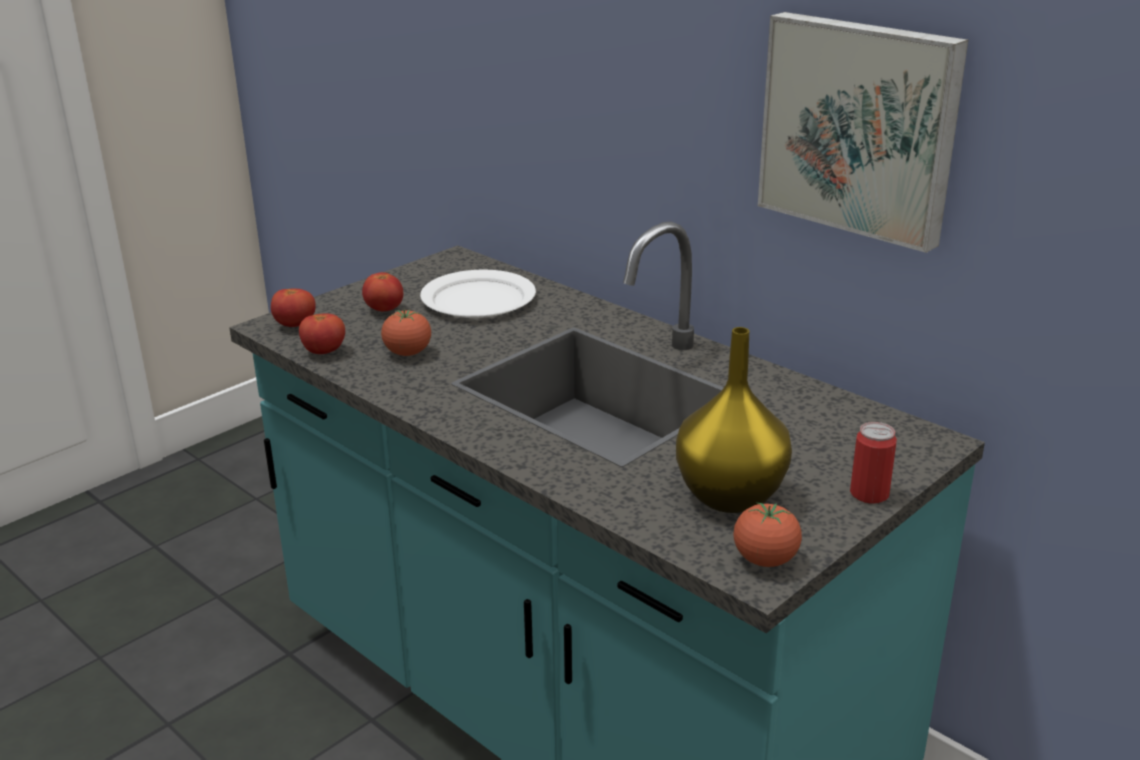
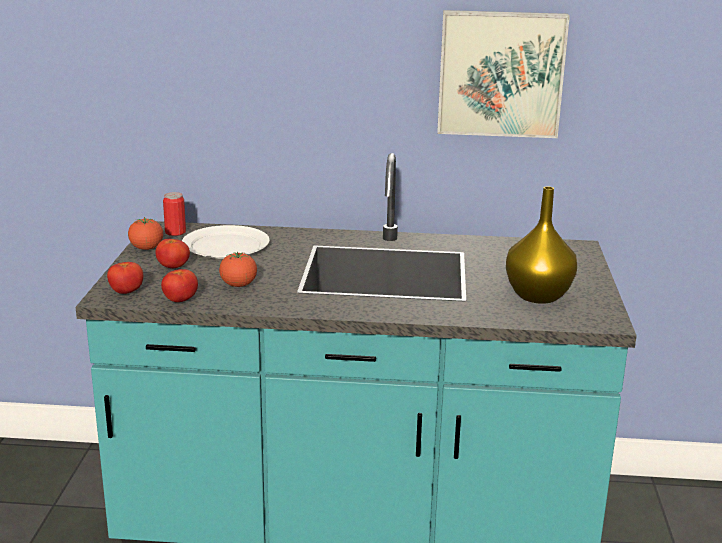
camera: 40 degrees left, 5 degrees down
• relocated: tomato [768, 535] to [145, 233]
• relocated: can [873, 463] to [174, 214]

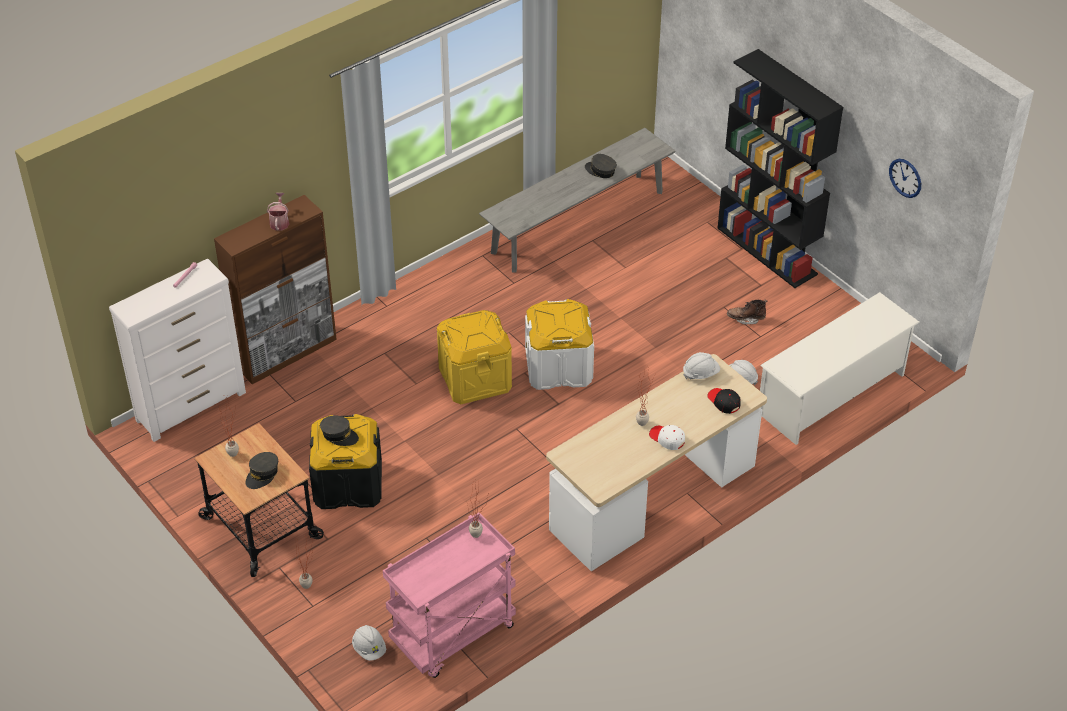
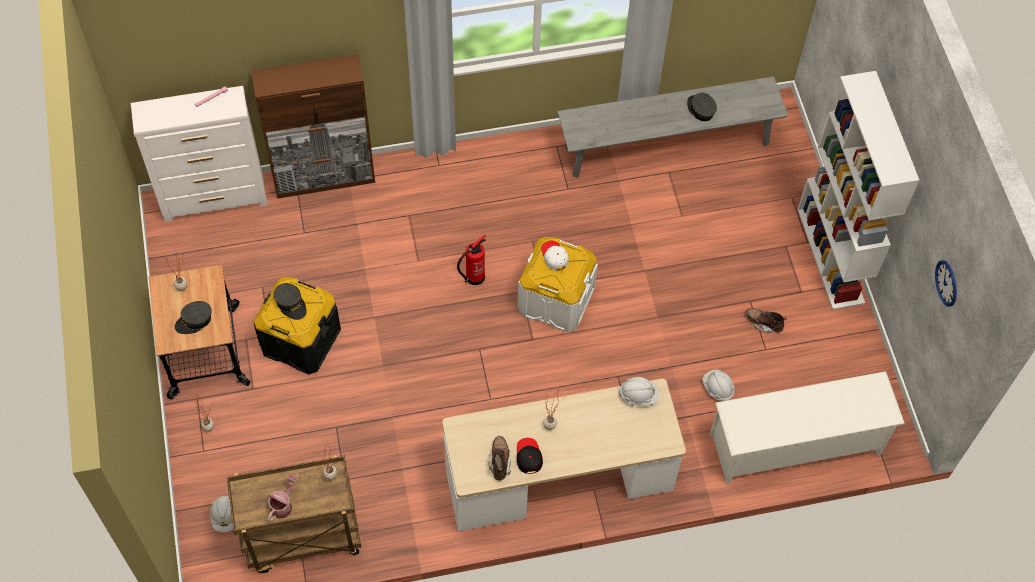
camera: 25 degrees right, 15 degrees up
• colour: pink cart [449, 595] to brown cart [294, 514]
• relocated: watering can [278, 212] to [282, 499]
• exchanged: yellow storage box [474, 357] to fire extinguisher [471, 260]
• appeared: brown boot [499, 458]
• relocated: black cap [724, 401] to [530, 456]
• relocated: white cap [667, 437] to [555, 256]
• colour: black bookcase [780, 168] to white bookcase [858, 190]

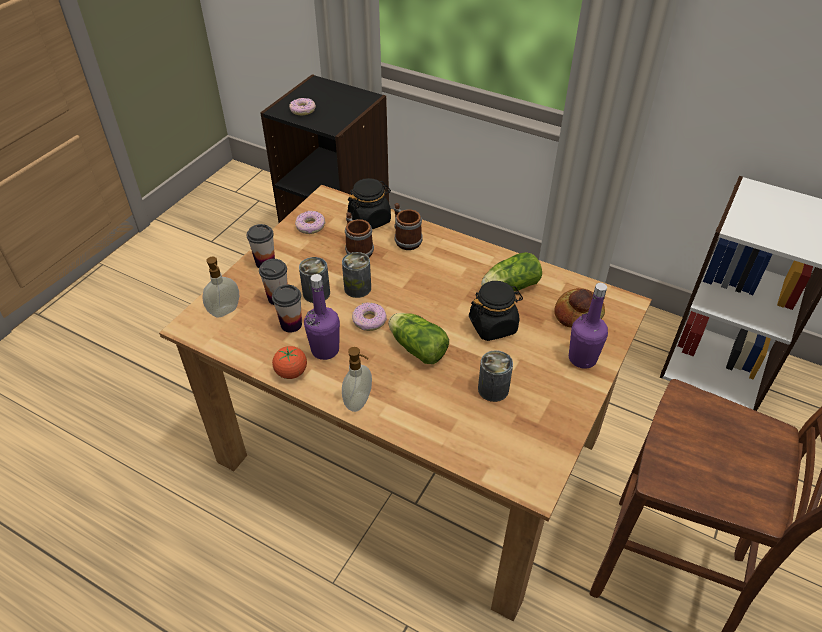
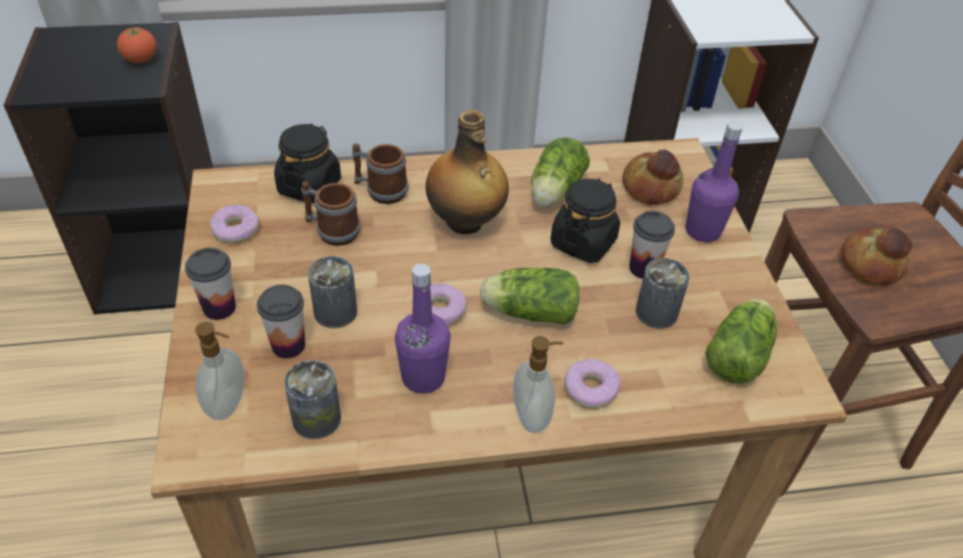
camera: 40 degrees left, 0 degrees up
• relocated: tomato [289, 362] to [137, 44]
• relocated: can [356, 275] to [312, 399]
• appeared: bottle [467, 172]
• relocated: donut [302, 106] to [592, 383]
• relocated: cup [287, 309] to [652, 245]
• appeared: lettuce [741, 341]
• appeared: bread [876, 256]

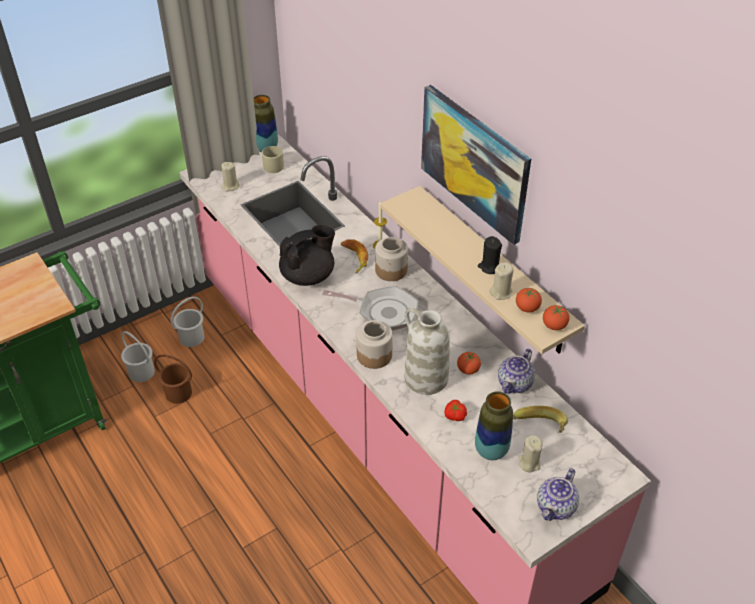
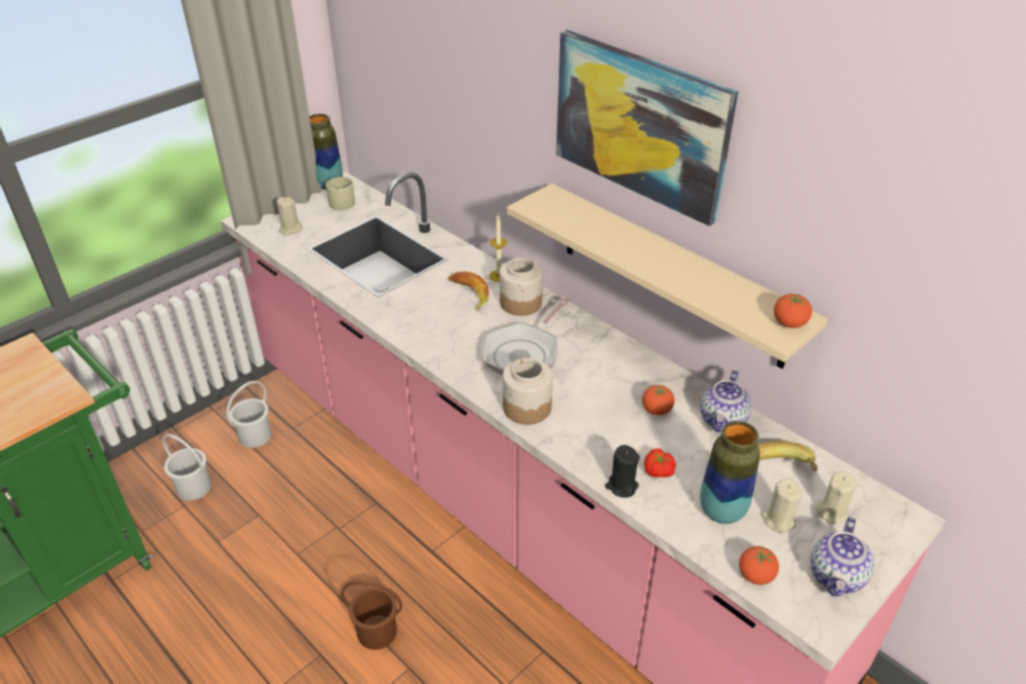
camera: 10 degrees left, 5 degrees down
• relocated: brown bucket [173, 379] to [371, 615]
• spun: frying pan [370, 308] = [526, 336] 120 degrees clockwise
• relocated: black candle [490, 255] to [622, 471]
• relocated: tomato [529, 300] to [759, 565]
• relocated: beige candle [501, 281] to [836, 497]
• missing: black teapot [307, 255]
• missing: white vase [427, 351]

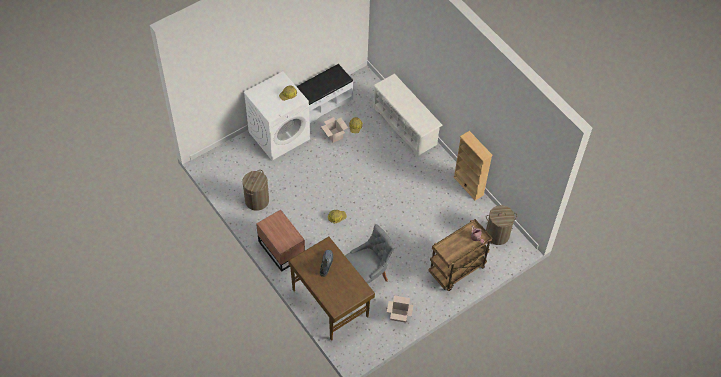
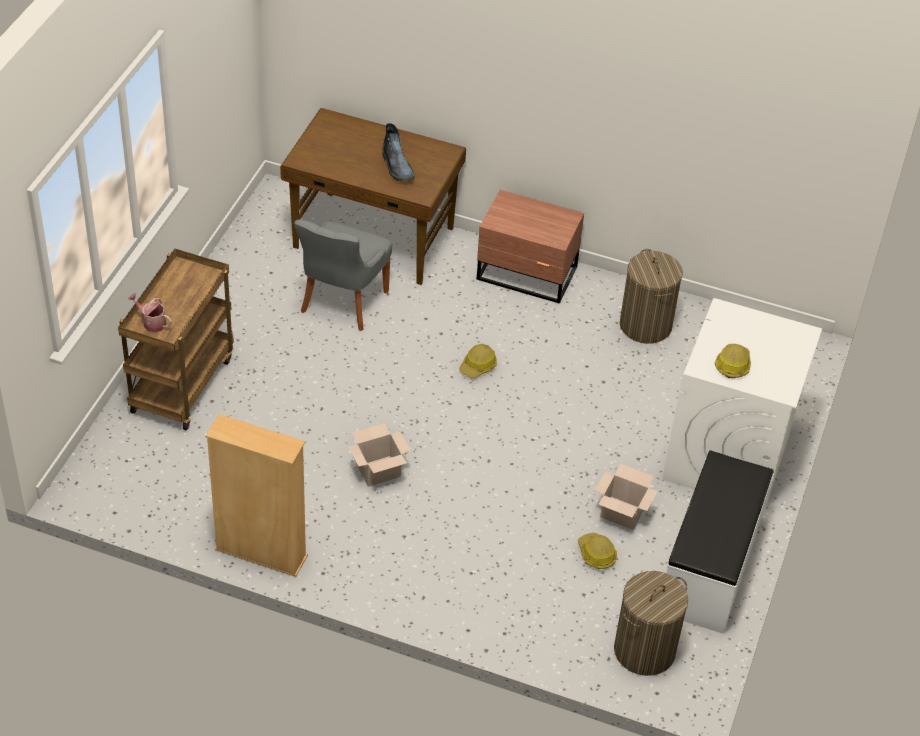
camera: 145 degrees right, 10 degrees down
• relocated: cardboard box [400, 309] to [379, 455]
• relocated: laundry basket [501, 225] to [651, 623]
• missing: white shoe rack [407, 115]

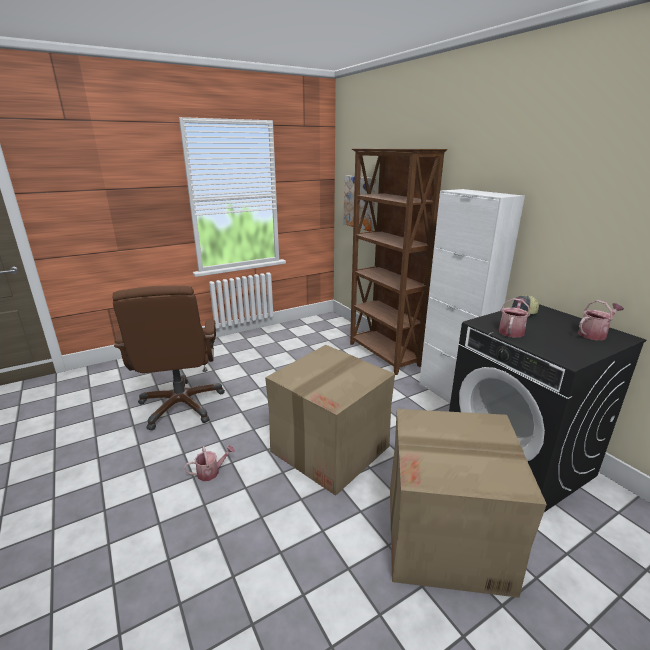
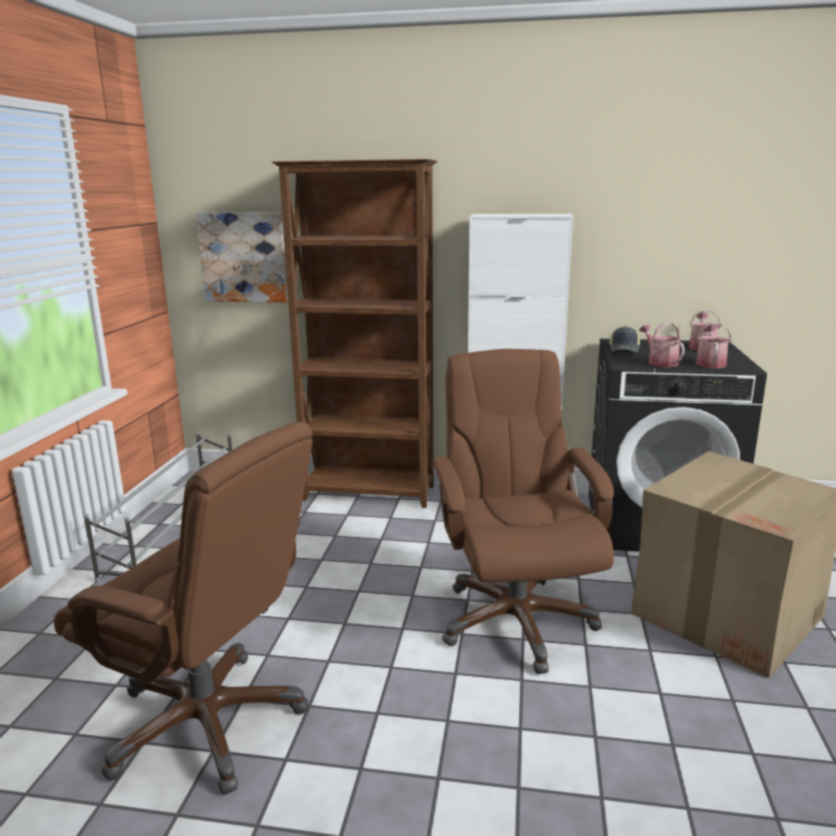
camera: 50 degrees left, 5 degrees down
• appeared: grey shoe rack [158, 507]
• exchanged: cardboard box [330, 420] to brown office chair [523, 511]
• relocated: watering can [209, 463] to [713, 345]

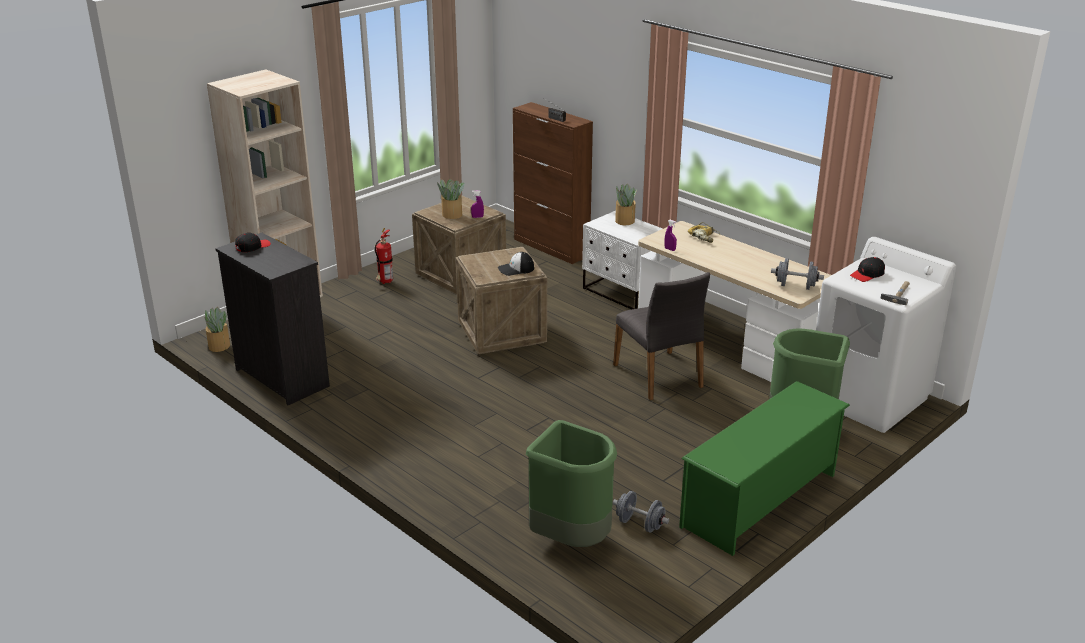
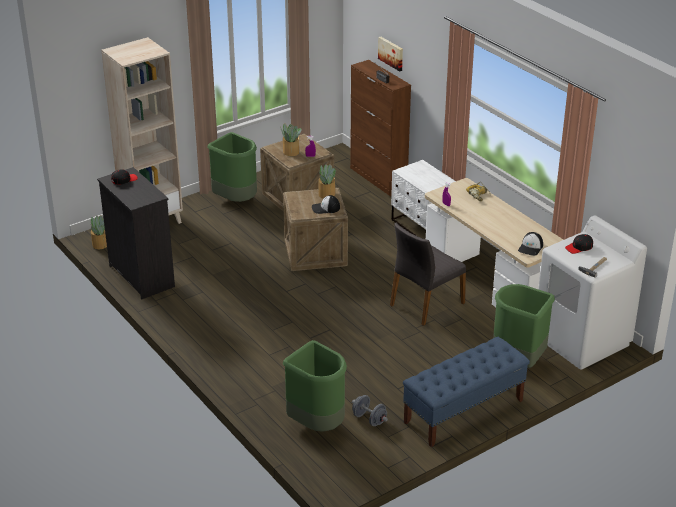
camera: 10 degrees right, 5 degrees up
• exchanged: fire extinguisher [384, 256] to green trash can [232, 167]
• relocated: potted plant [626, 204] to [327, 181]
• appeared: picture [390, 54]
• spun: grey chair [661, 336] = [428, 274] 60 degrees clockwise
• exchanged: green shoe rack [764, 468] to blue bench [466, 392]
• exchanged: grey dumbbell [797, 274] to cap [530, 244]

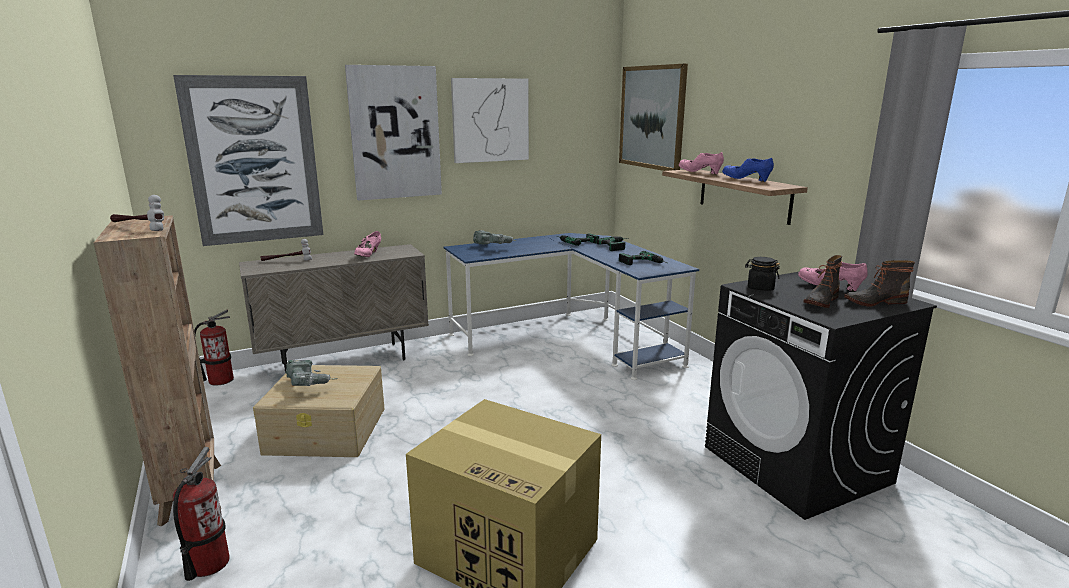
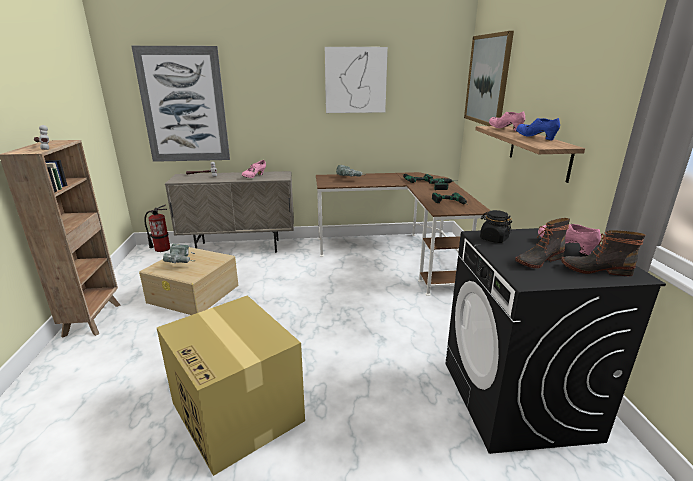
camera: 20 degrees right, 5 degrees up
• colour: blue desk [571, 306] to brown desk [403, 234]
• missing: fire extinguisher [201, 514]
• missing: picture [393, 133]

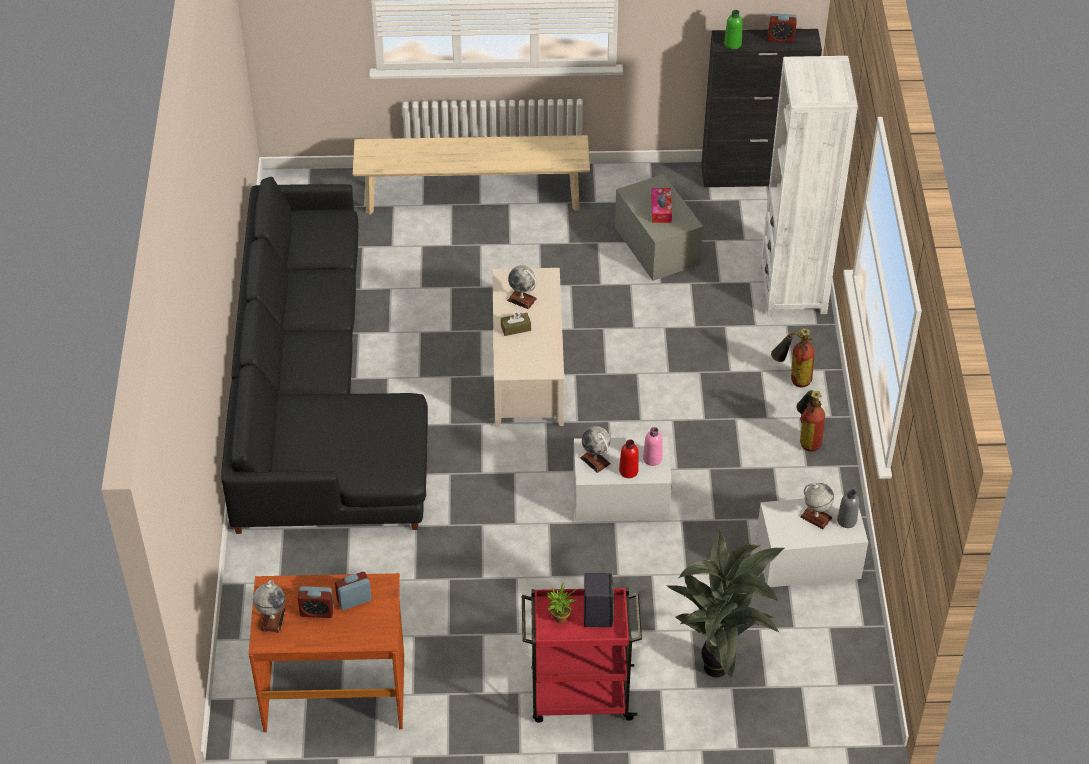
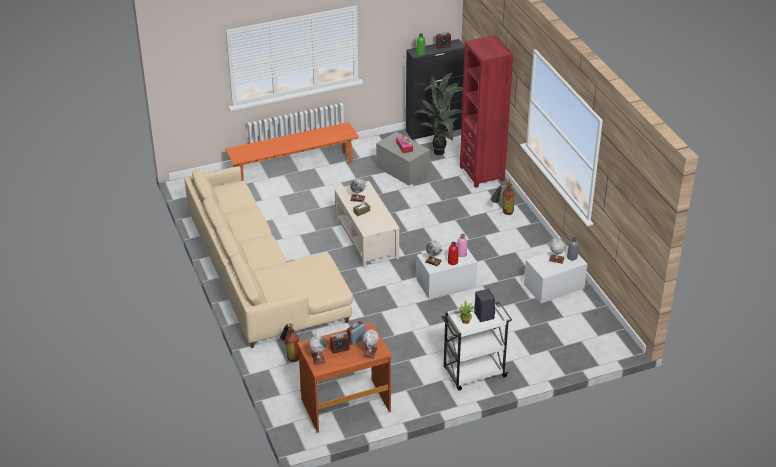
camera: 20 degrees left, 10 degrees down
• colour: black sofa [324, 355] to beige sofa [268, 257]
• colour: beige bench [471, 175] to orange bench [292, 151]
• relocated: fire extinguisher [810, 421] to [289, 342]
• appeared: globe [370, 344]
• relocated: potted plant [725, 604] to [438, 113]
• colour: red cart [582, 655] to white cart [477, 345]
• colour: white bookcase [809, 185] to red bookcase [486, 111]

